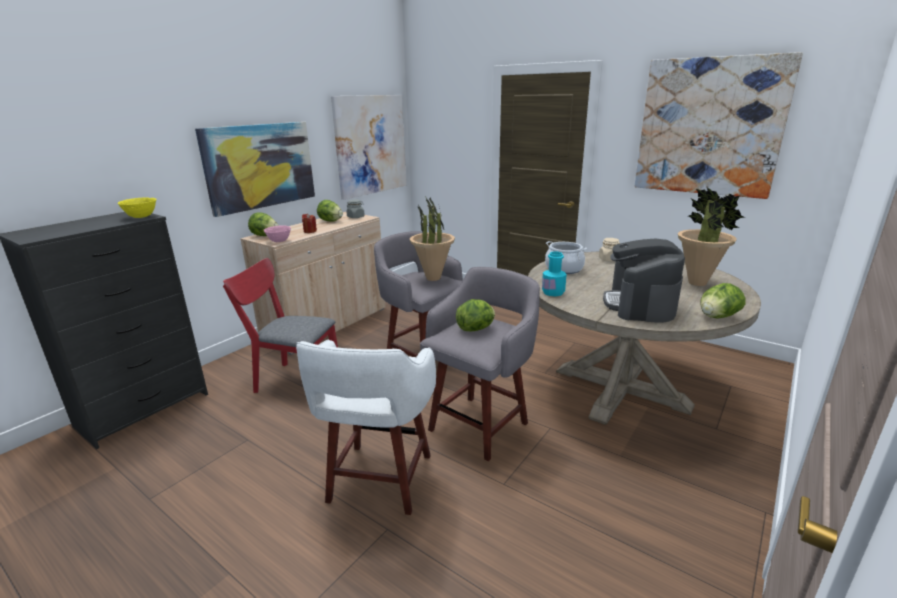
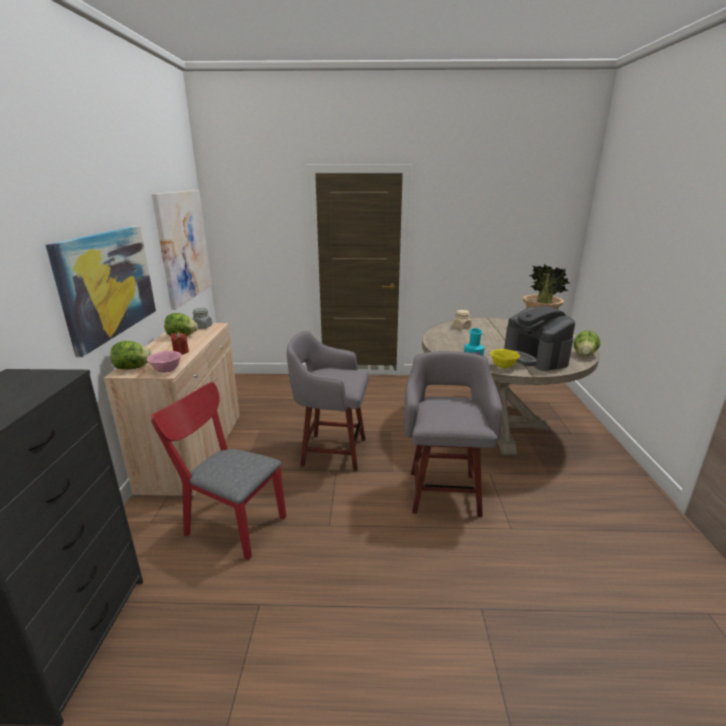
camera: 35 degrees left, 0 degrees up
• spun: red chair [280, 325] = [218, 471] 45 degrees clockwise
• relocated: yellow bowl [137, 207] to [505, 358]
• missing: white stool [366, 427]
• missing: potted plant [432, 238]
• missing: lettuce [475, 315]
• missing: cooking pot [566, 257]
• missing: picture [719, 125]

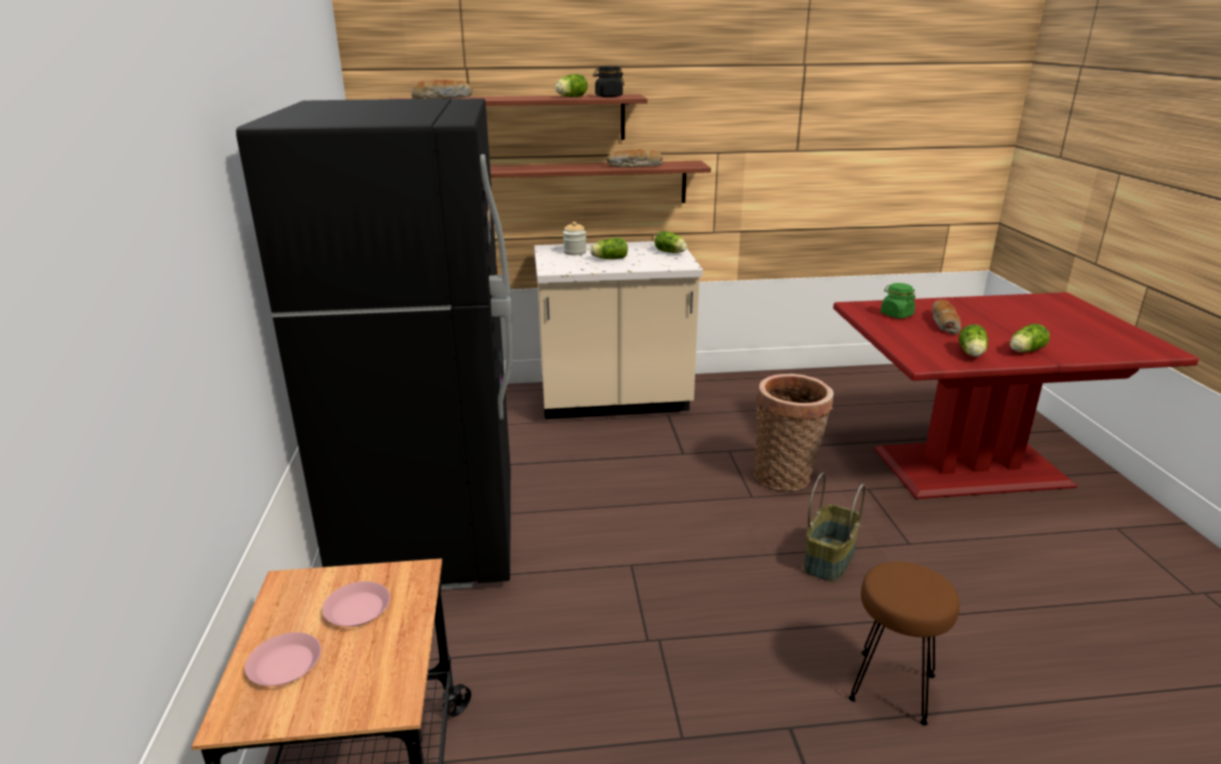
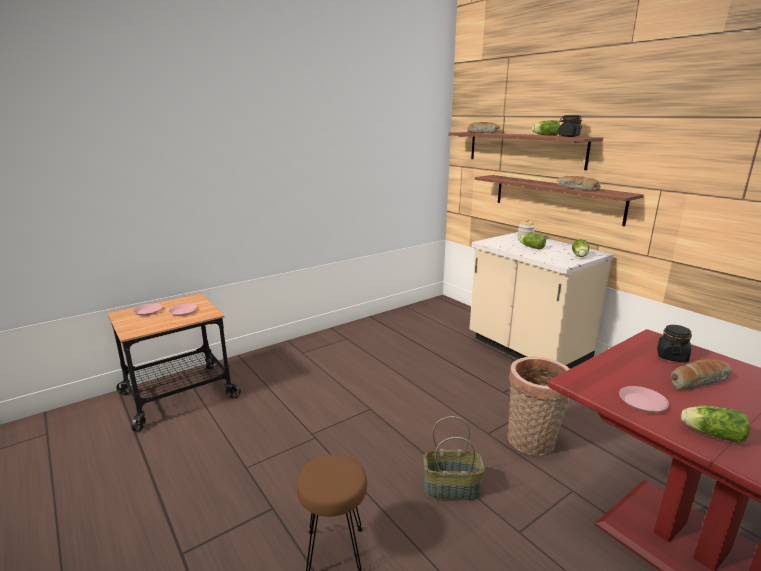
camera: 60 degrees right, 5 degrees down
• exchanged: lettuce [973, 340] to pink plate [644, 399]
• colour: green jar [898, 301] to black jar [674, 344]
• missing: black fridge [374, 344]

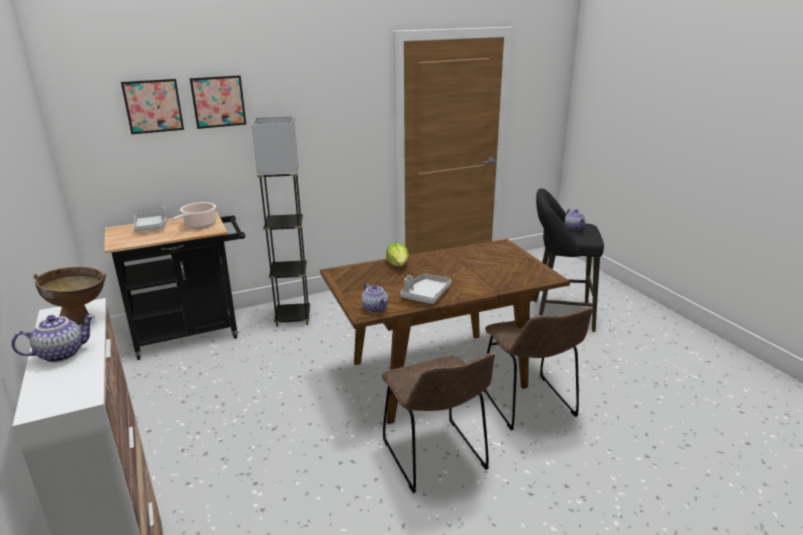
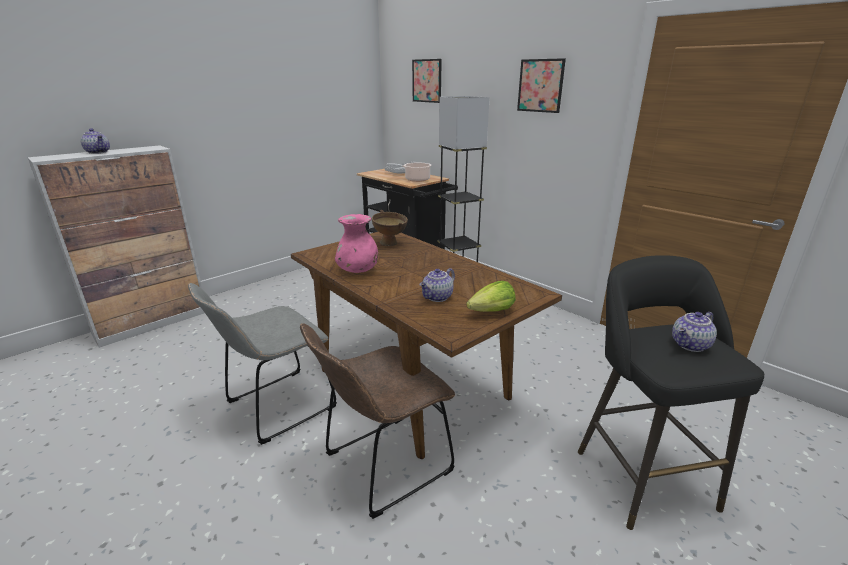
camera: 70 degrees right, 0 degrees up
• colour: brown chair [438, 423] to grey chair [262, 364]
• exchanged: grey tray [425, 289] to pink vase [356, 243]
• relocated: brown bowl [69, 296] to [390, 228]
• relocated: teapot [374, 298] to [437, 285]
• relocated: lettuce [397, 254] to [491, 296]
• relocated: picture [218, 102] to [541, 85]

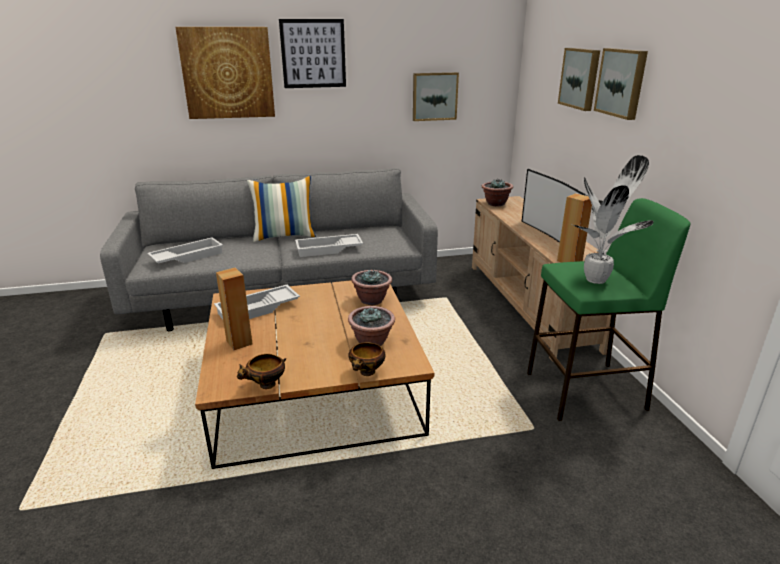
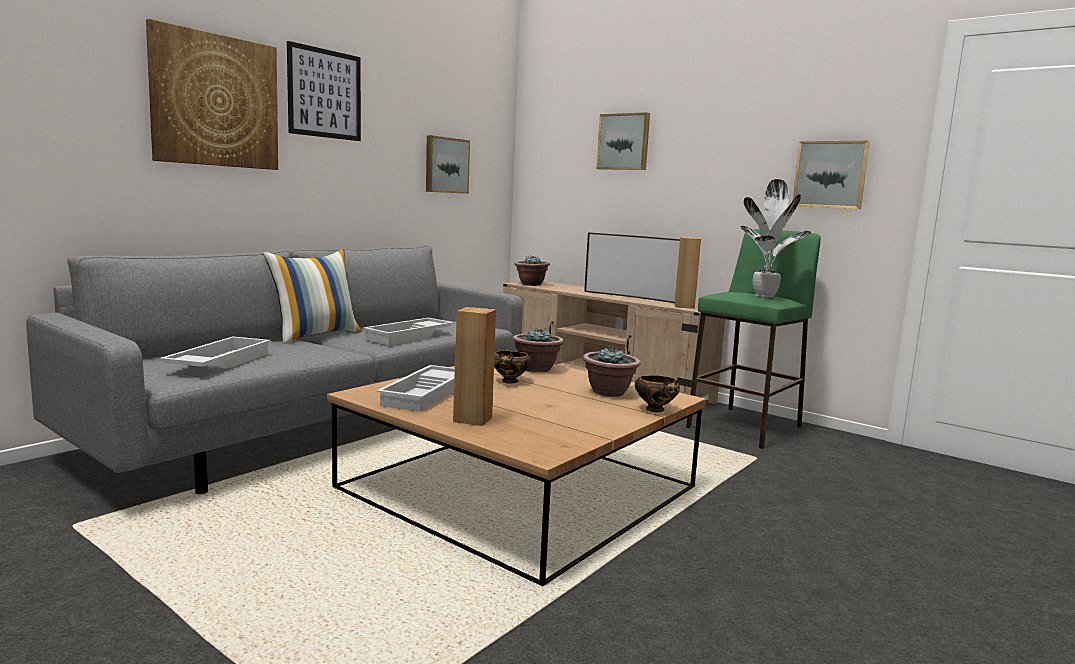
camera: 40 degrees left, 15 degrees down
• relocated: bowl [261, 371] to [512, 367]
• relocated: picture [621, 84] to [831, 175]

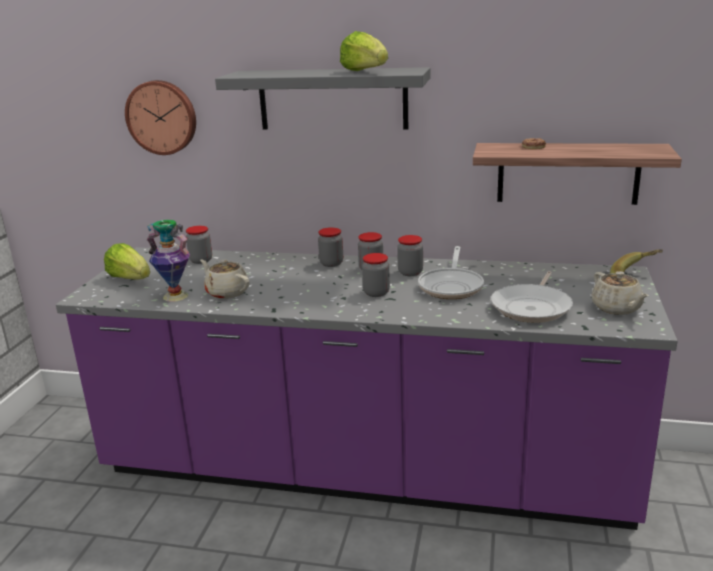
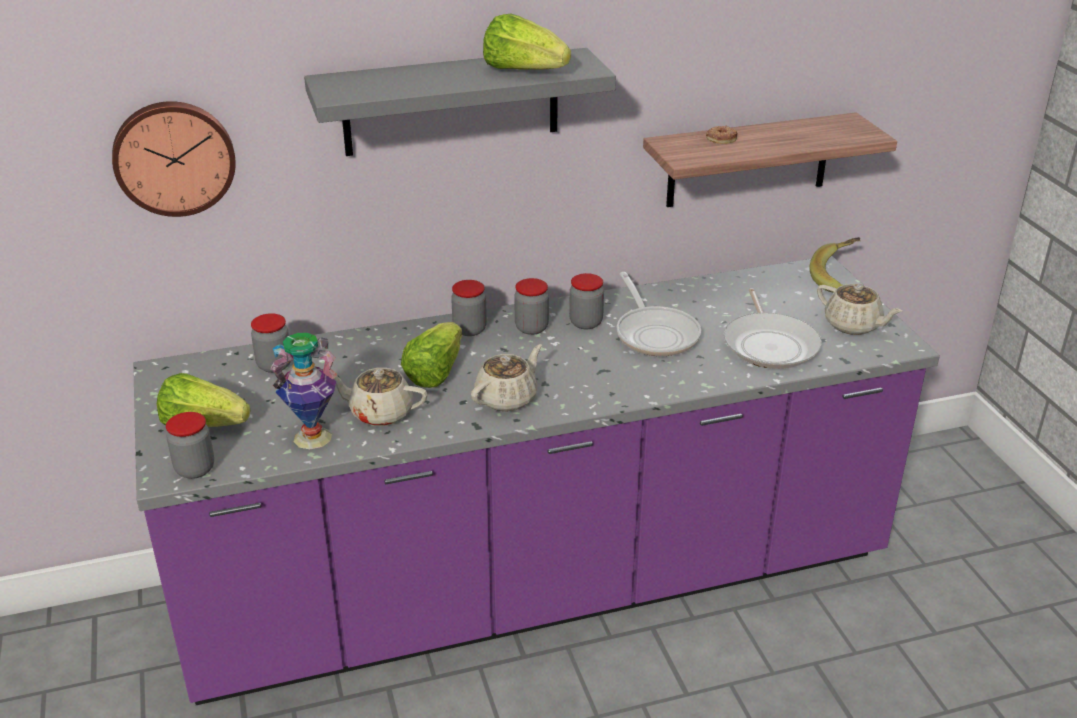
camera: 30 degrees left, 10 degrees up
• relocated: jar [376, 275] to [190, 445]
• appeared: lettuce [431, 355]
• appeared: beige teapot [506, 377]

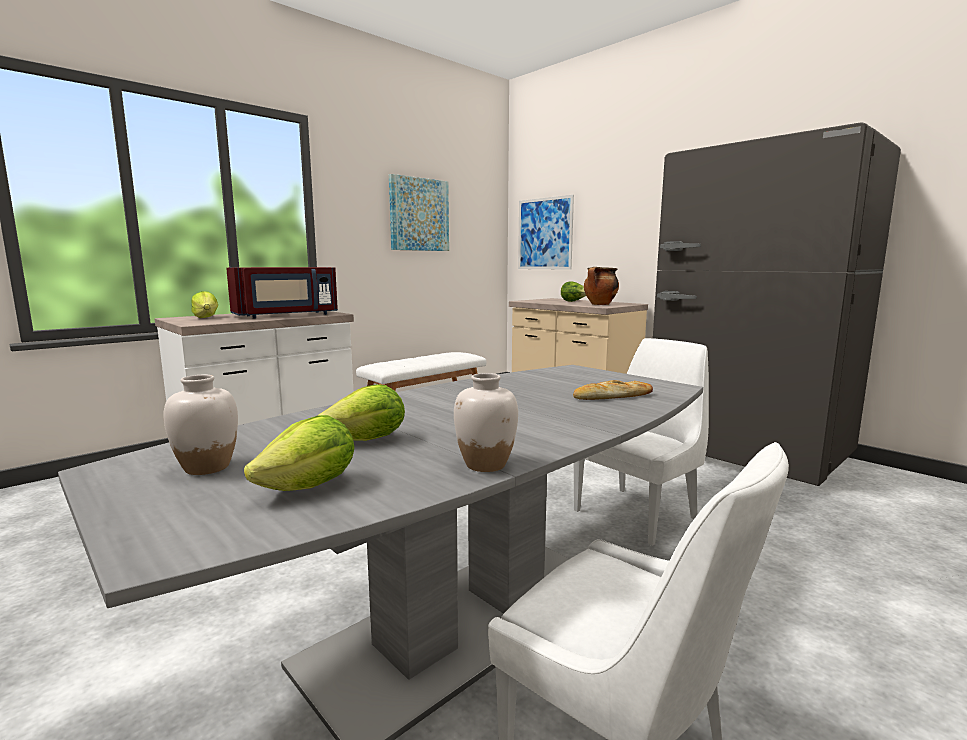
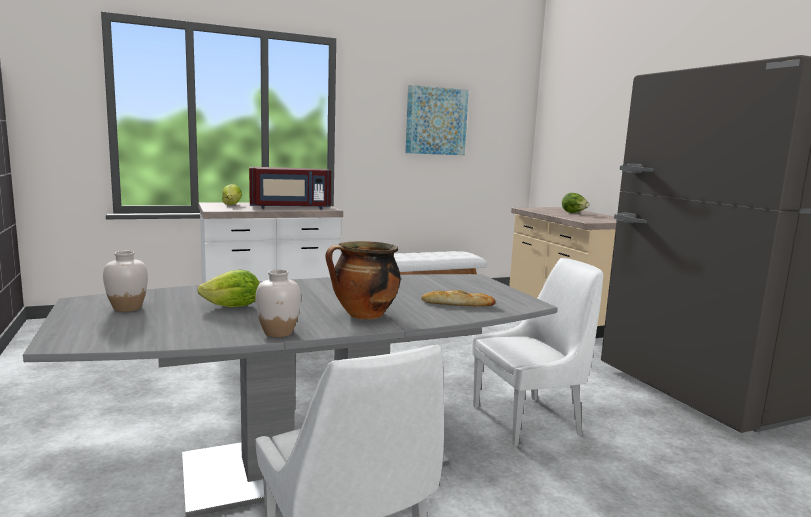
camera: 20 degrees right, 0 degrees up
• relocated: cooking pot [601, 286] to [363, 280]
• missing: lettuce [299, 453]
• missing: picture [546, 232]

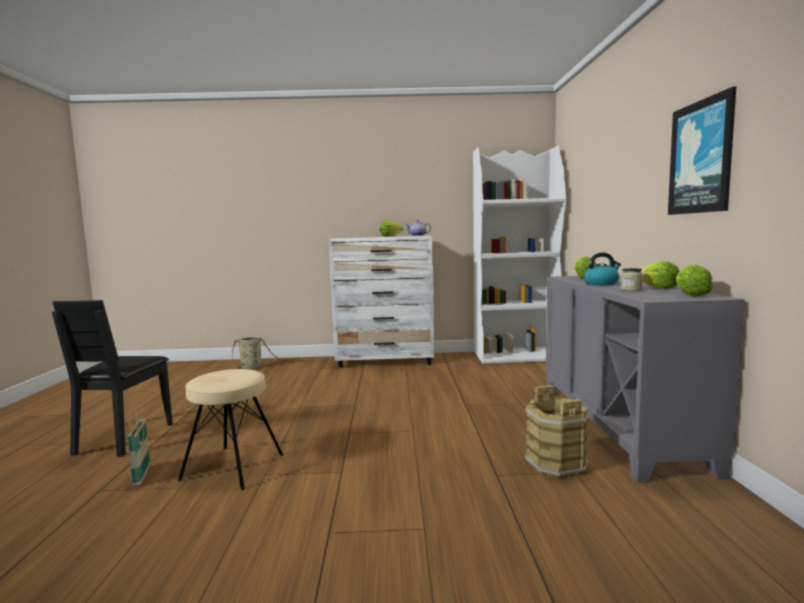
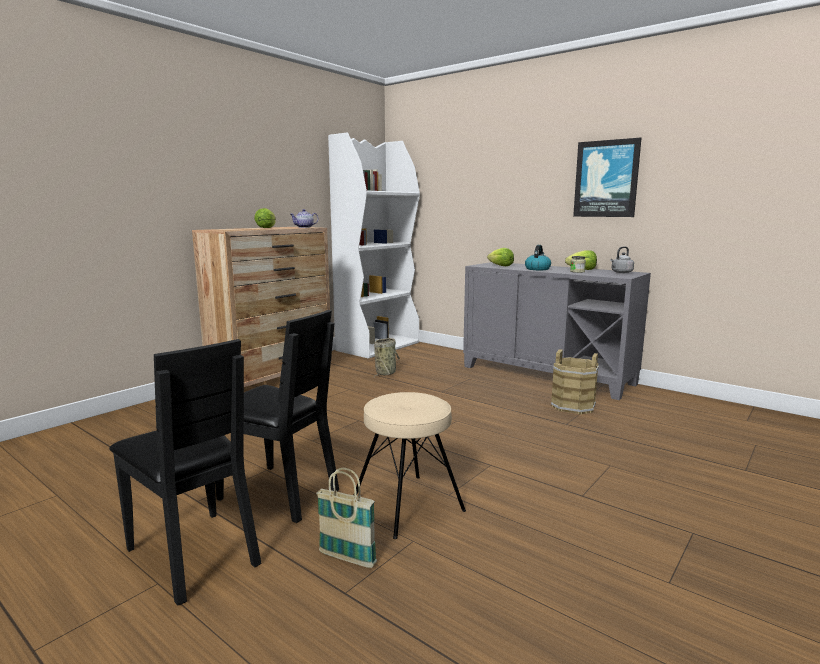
camera: 50 degrees left, 5 degrees up
• colour: white dresser [382, 302] to brown dresser [262, 307]
• appeared: black chair [277, 416]
• relocated: basket [255, 353] to [386, 358]
• exchanged: lettuce [694, 280] to grey kettle [622, 259]

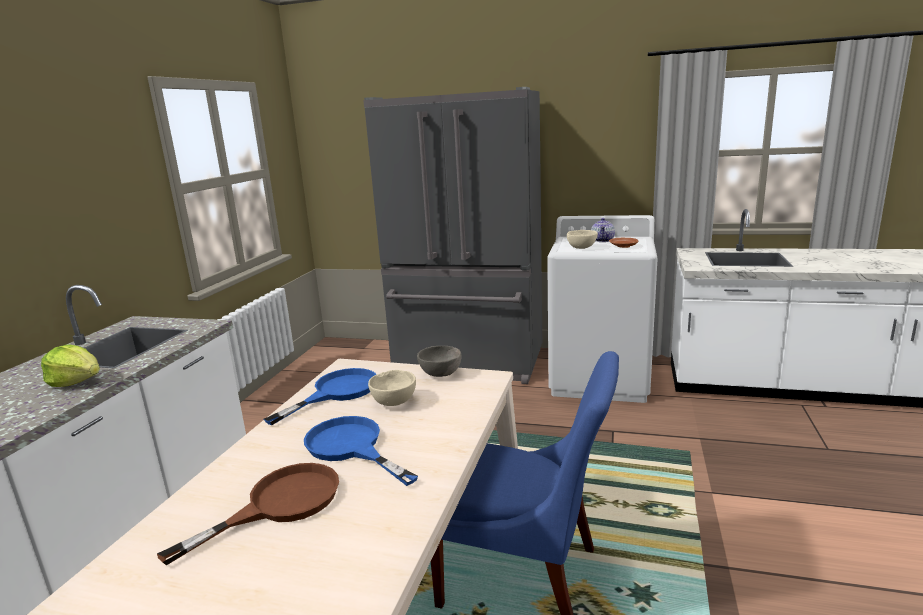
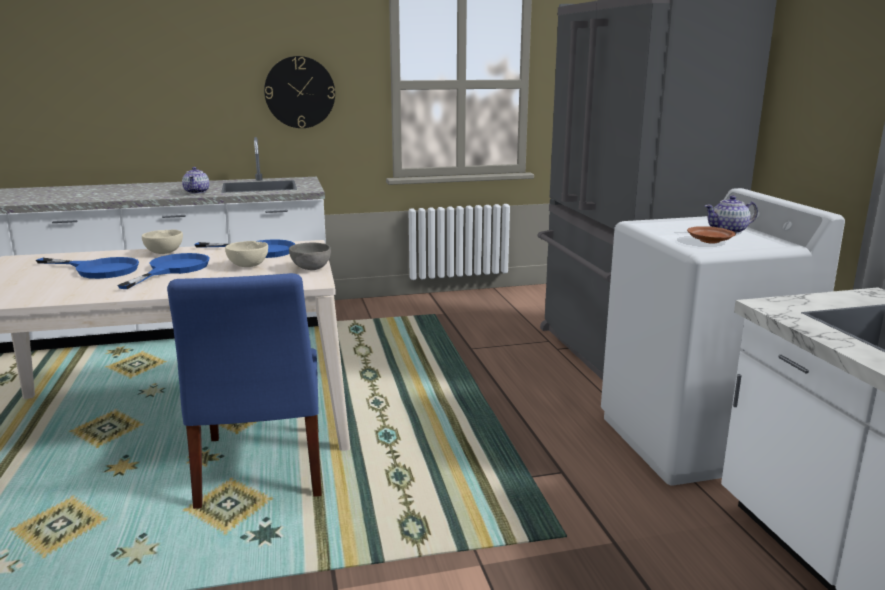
camera: 60 degrees right, 0 degrees up
• colour: brown frying pan [248, 514] to blue frying pan [87, 268]
• relocated: beige bowl [582, 239] to [162, 241]
• exchanged: lettuce [70, 366] to teapot [196, 180]
• appeared: wall clock [299, 92]

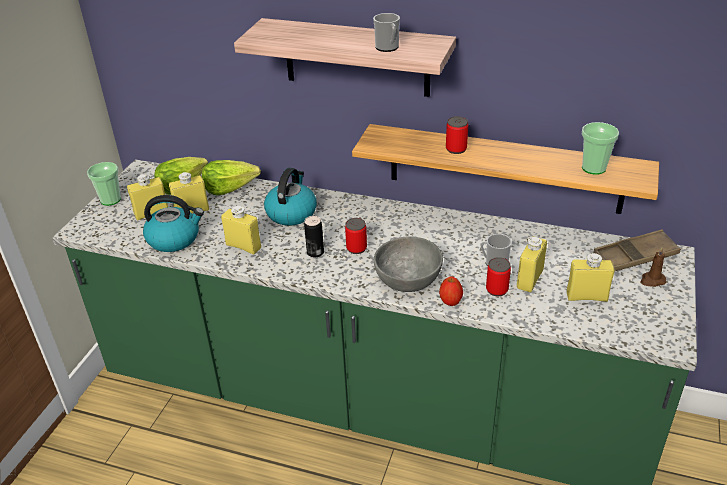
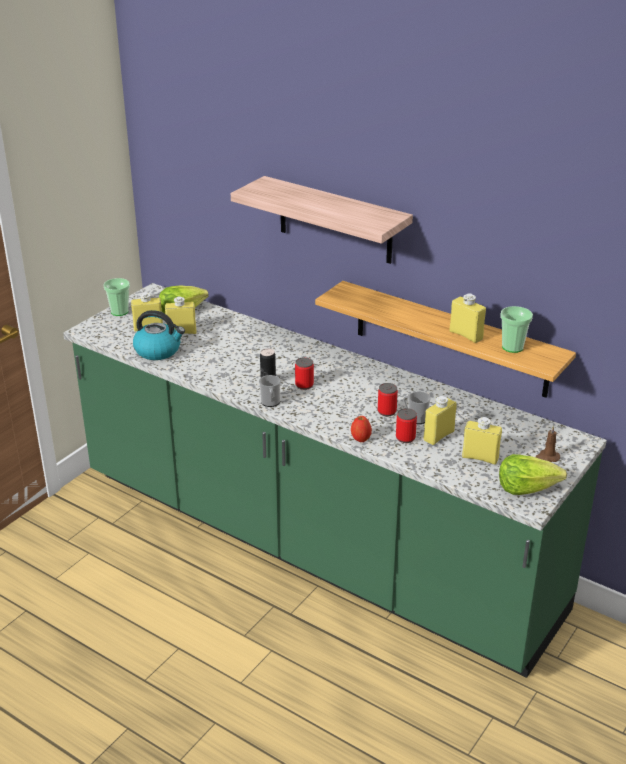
camera: 15 degrees right, 5 degrees down
• relocated: mug [386, 32] to [270, 391]
• relocated: can [457, 135] to [388, 399]
• relocated: yellow bottle [241, 230] to [468, 318]
• relocated: lettuce [231, 177] to [533, 474]
• missing: kettle [290, 197]
• missing: grey bowl [408, 264]
• missing: brown tray [637, 250]

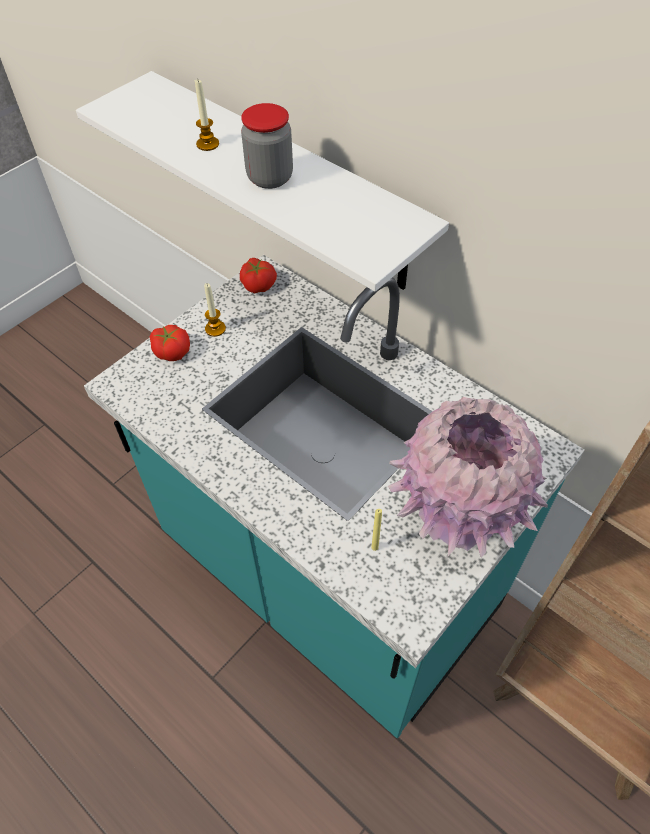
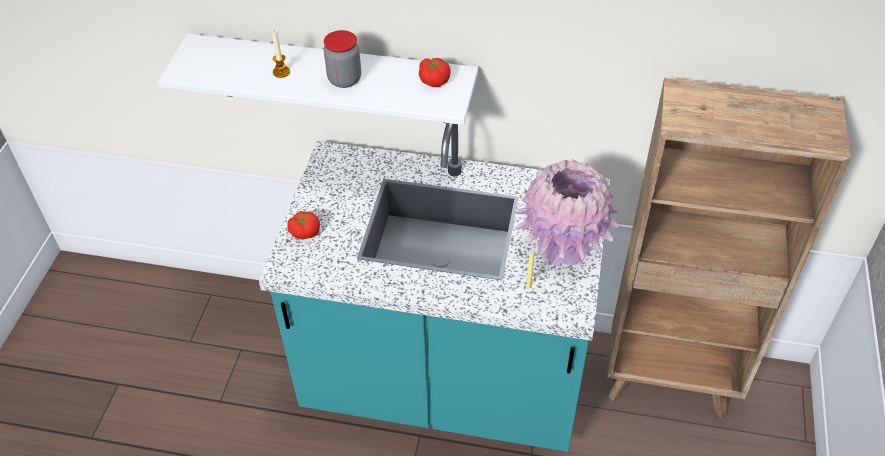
camera: 30 degrees left, 5 degrees down
• relocated: tomato [258, 275] to [435, 72]
• missing: candle [215, 310]

